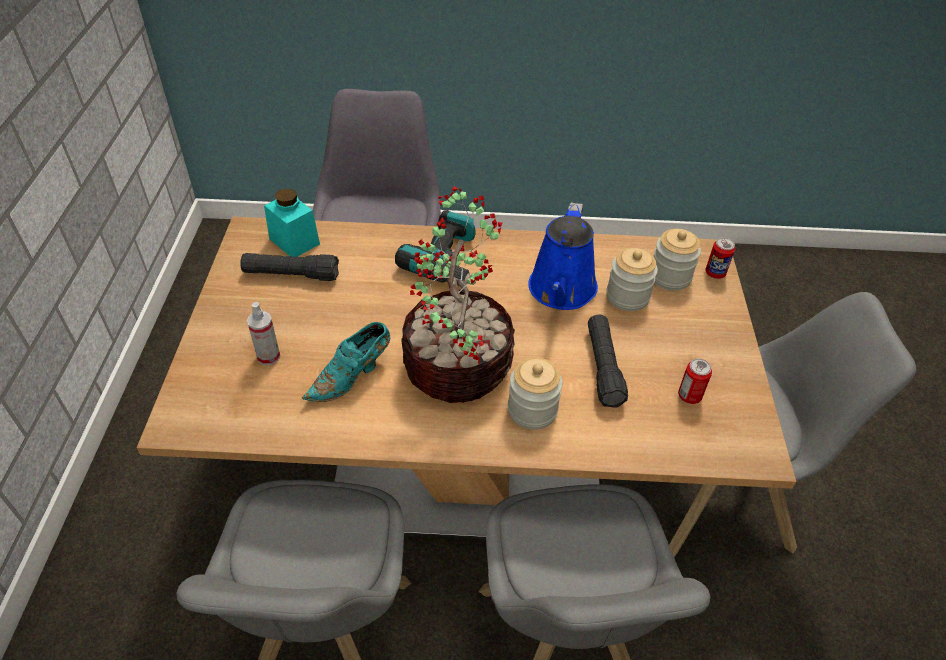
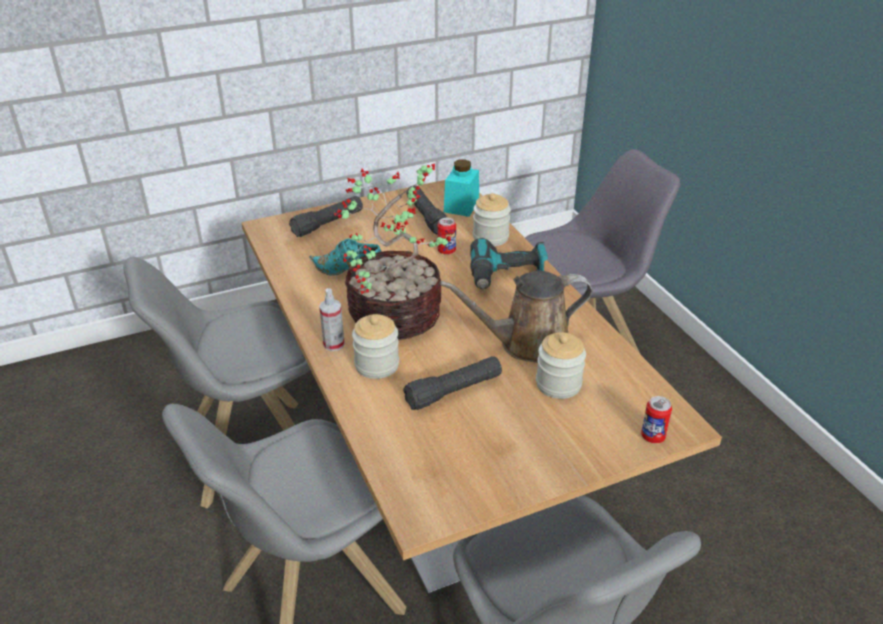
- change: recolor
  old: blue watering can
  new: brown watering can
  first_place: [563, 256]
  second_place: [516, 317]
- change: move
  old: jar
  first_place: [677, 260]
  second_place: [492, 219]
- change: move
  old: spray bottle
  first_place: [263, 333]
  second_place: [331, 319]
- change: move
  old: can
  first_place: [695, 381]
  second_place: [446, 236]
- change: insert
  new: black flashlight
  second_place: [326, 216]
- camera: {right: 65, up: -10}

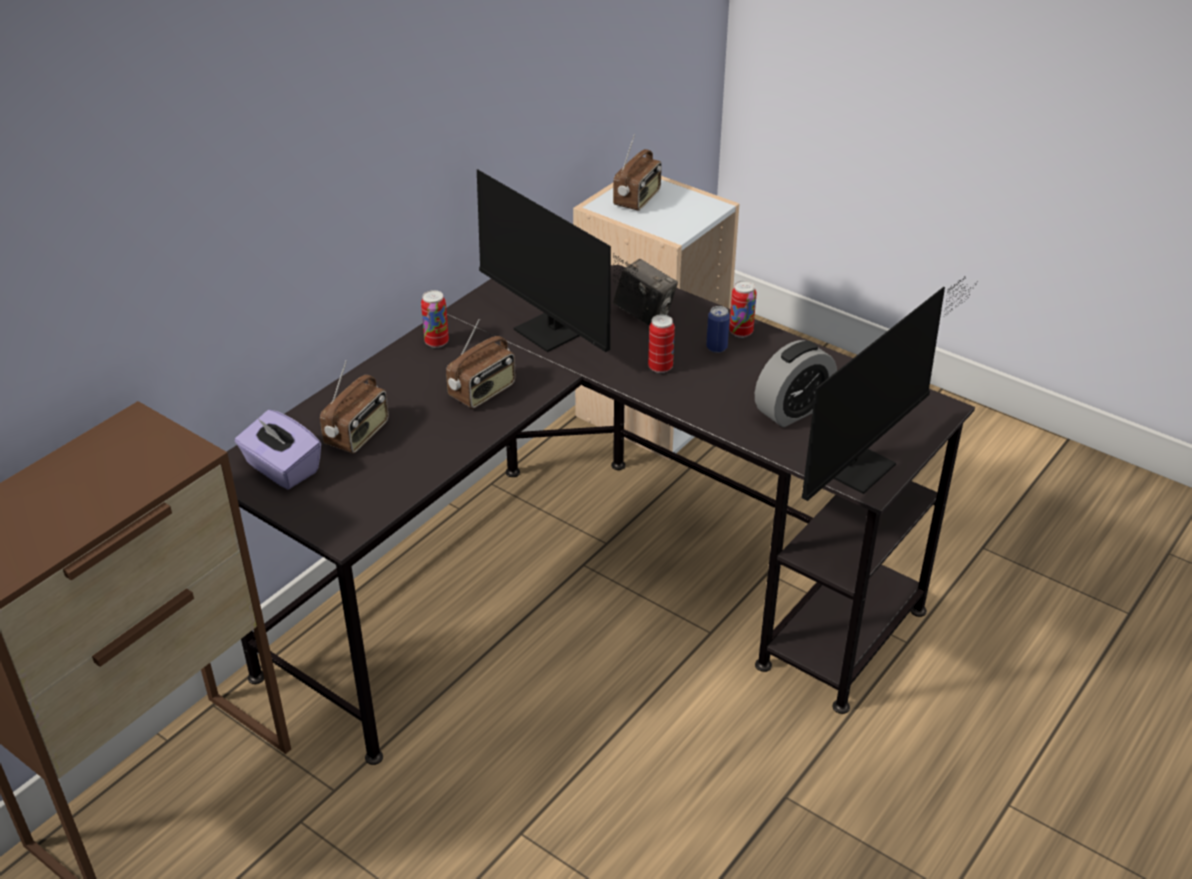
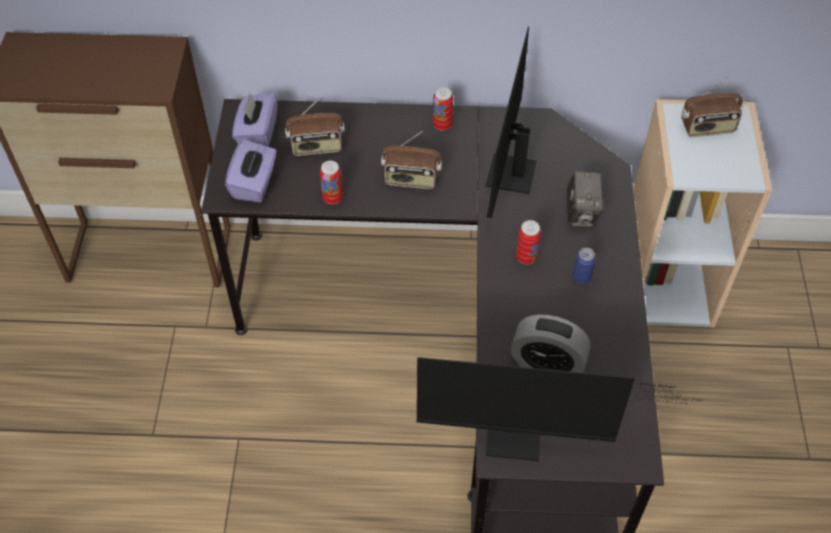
- change: move
  old: can
  first_place: [743, 309]
  second_place: [331, 182]
- change: insert
  new: purple tissue box
  second_place: [251, 171]
- camera: {right: 55, up: 15}

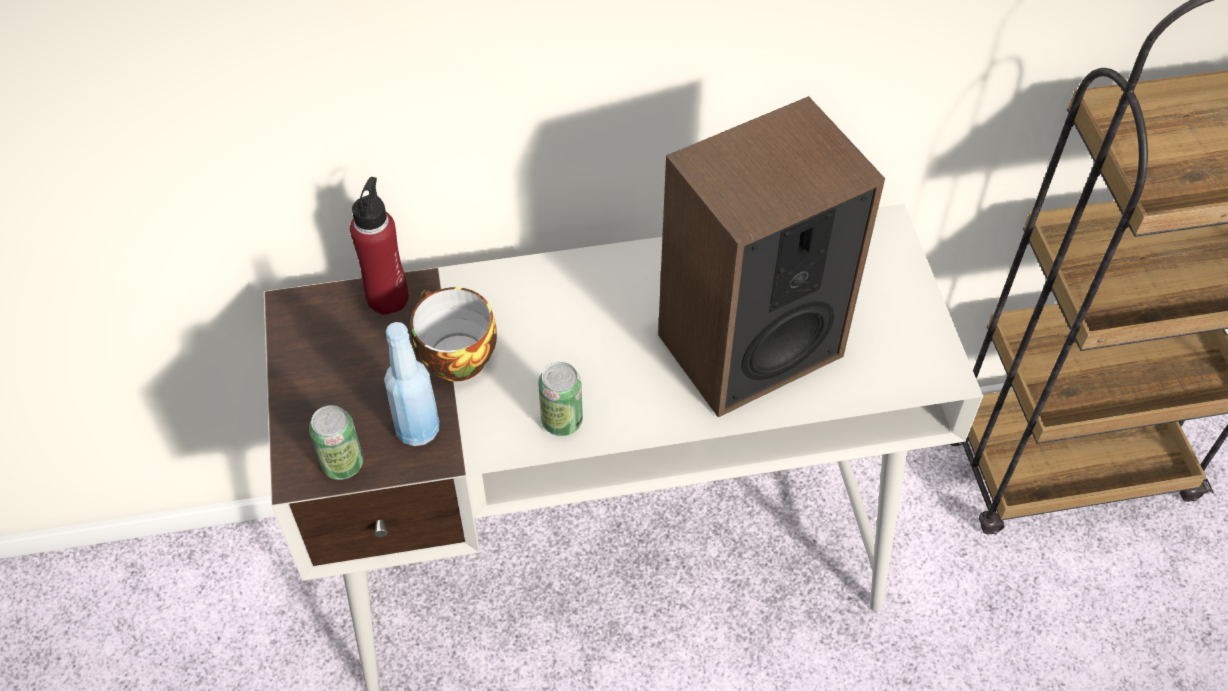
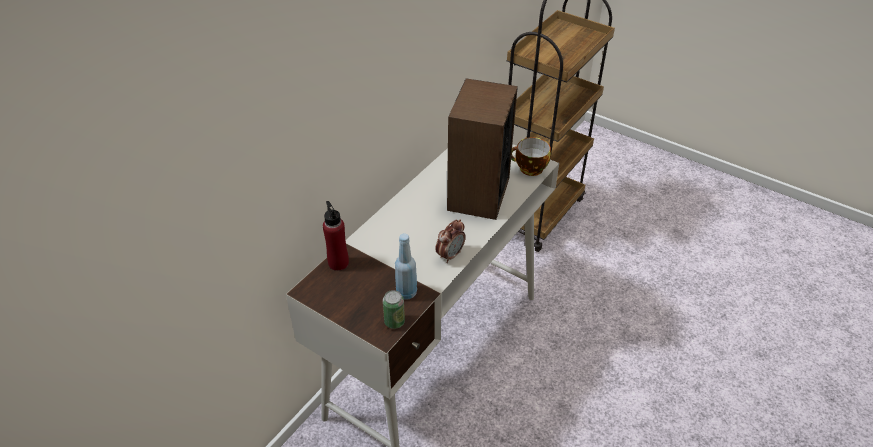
- change: move
  old: cup
  first_place: [453, 334]
  second_place: [531, 156]
- change: replace
  old: can
  new: alarm clock
  first_place: [560, 399]
  second_place: [450, 241]
- camera: {right: -45, up: -10}

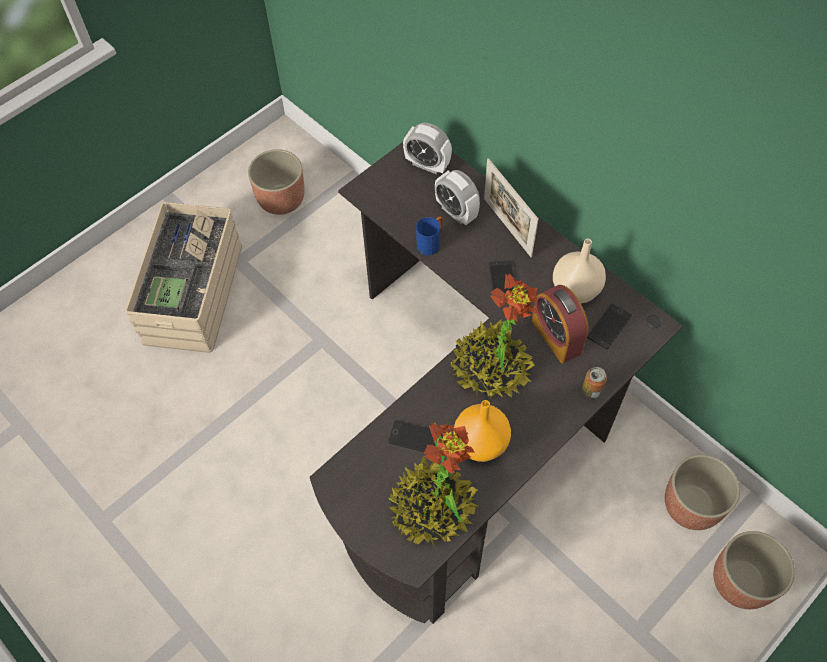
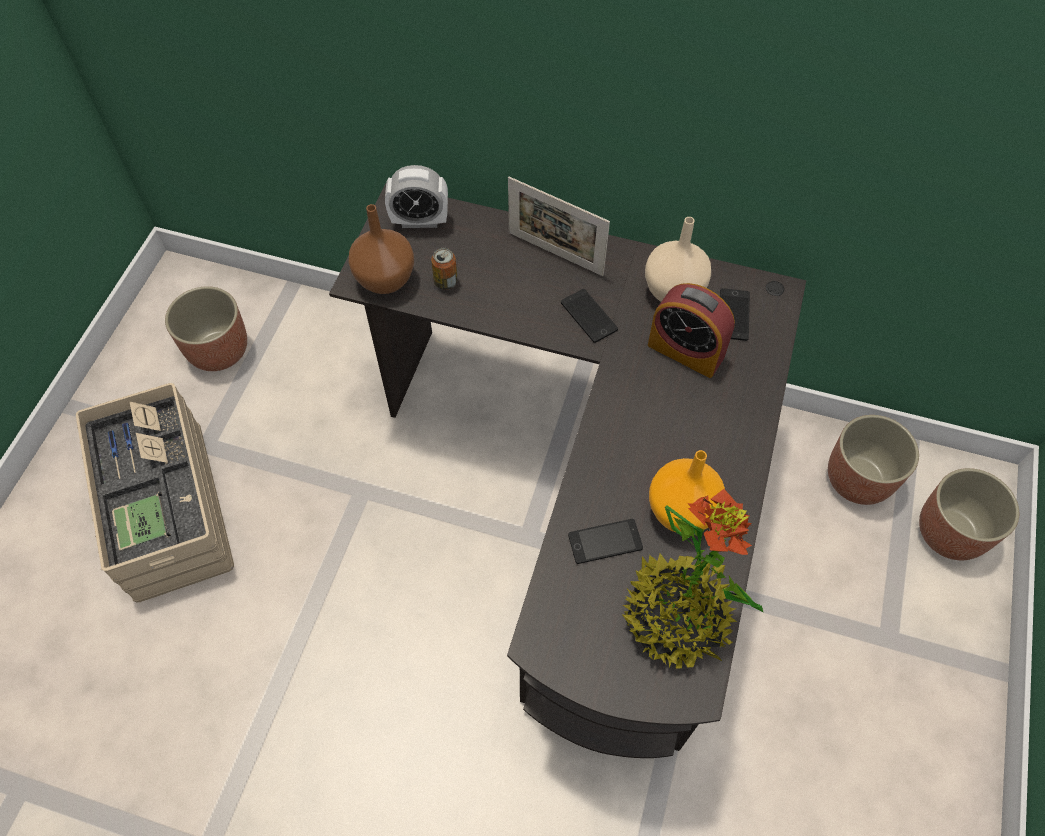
- change: delete
  old: alarm clock
  first_place: [457, 197]
- change: delete
  old: blue mug
  first_place: [429, 236]
- change: delete
  old: potted plant
  first_place: [494, 336]
- change: move
  old: can
  first_place: [594, 383]
  second_place: [444, 269]
- change: insert
  new: brown vase
  second_place: [381, 249]
- camera: {right: -30, up: 0}

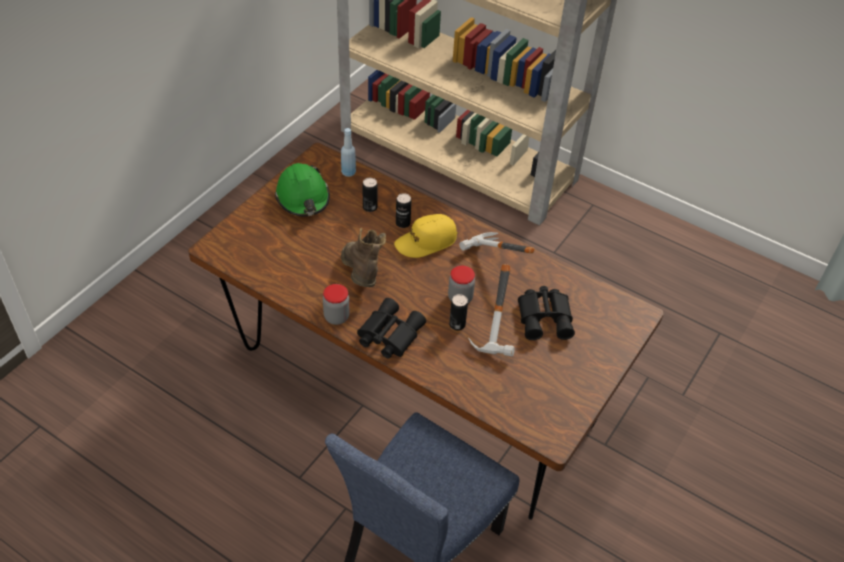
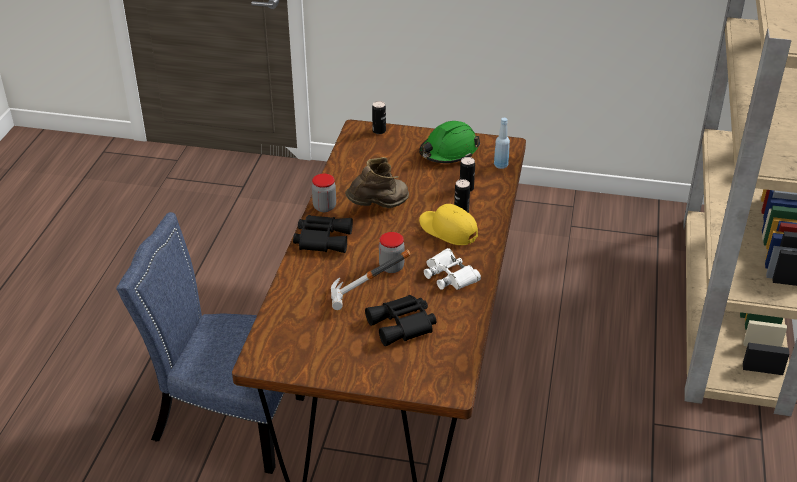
- change: replace
  old: hammer
  new: white binoculars
  first_place: [497, 242]
  second_place: [452, 269]
- change: move
  old: can
  first_place: [458, 312]
  second_place: [379, 117]
- camera: {right: 70, up: -10}

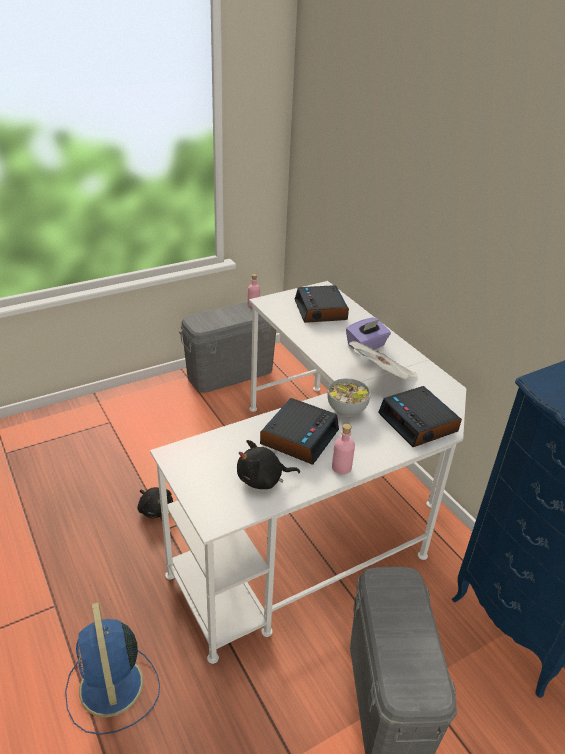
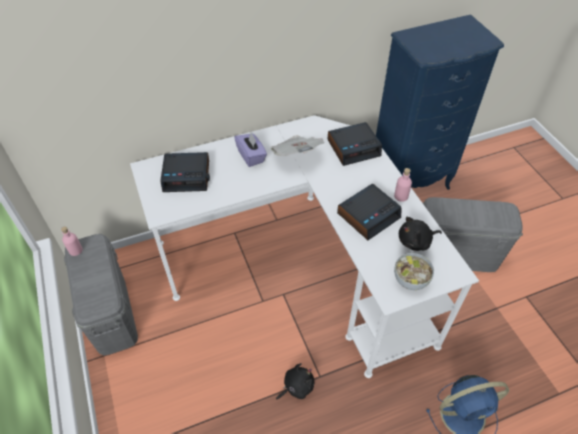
- change: move
  old: bowl
  first_place: [349, 397]
  second_place: [414, 271]
- change: rotate
  old: alarm clock
  first_place: [299, 431]
  second_place: [369, 211]
  degrees: 105
- change: rotate
  old: black plush toy
  first_place: [268, 464]
  second_place: [420, 234]
  degrees: 75
- camera: {right: -80, up: 15}

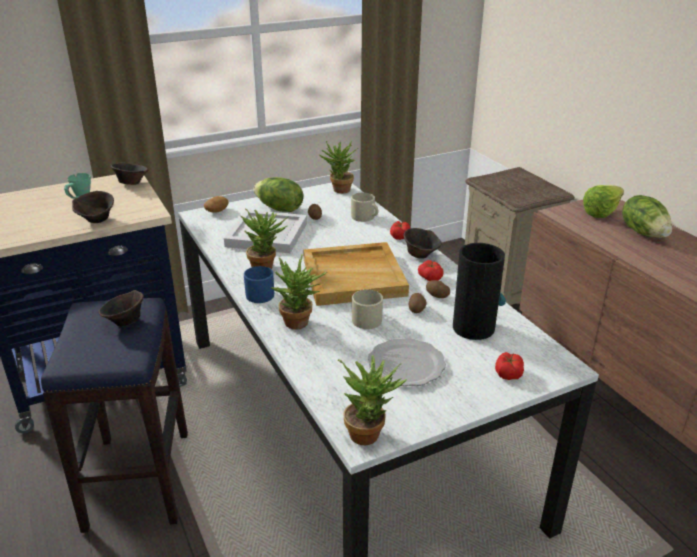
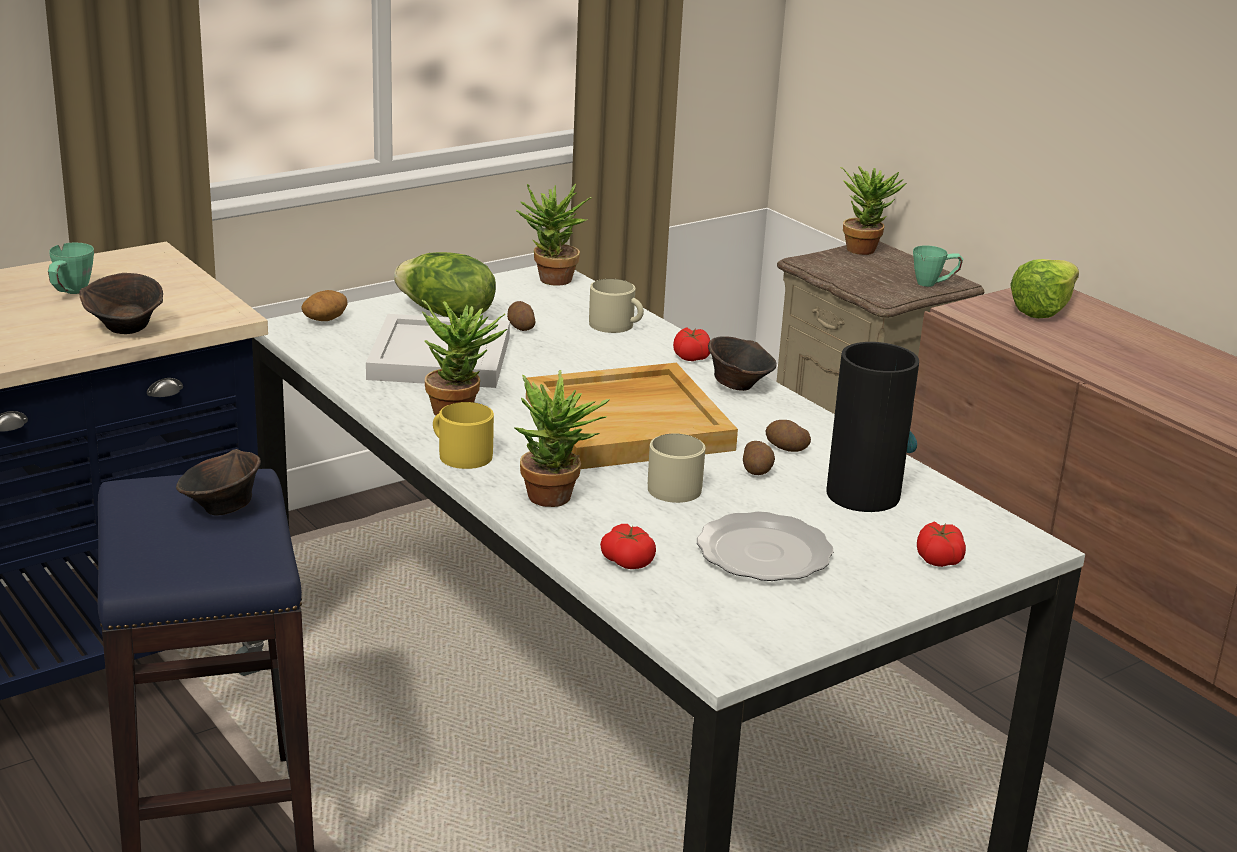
- change: delete
  old: brown bowl
  first_place: [129, 173]
- change: delete
  old: lettuce
  first_place: [647, 216]
- change: move
  old: tomato
  first_place: [431, 270]
  second_place: [628, 546]
- change: recolor
  old: blue mug
  new: yellow mug
  first_place: [259, 284]
  second_place: [463, 435]
- change: move
  old: potted plant
  first_place: [372, 400]
  second_place: [873, 210]
- change: insert
  new: green mug
  second_place: [938, 266]
- camera: {right: -10, up: -5}

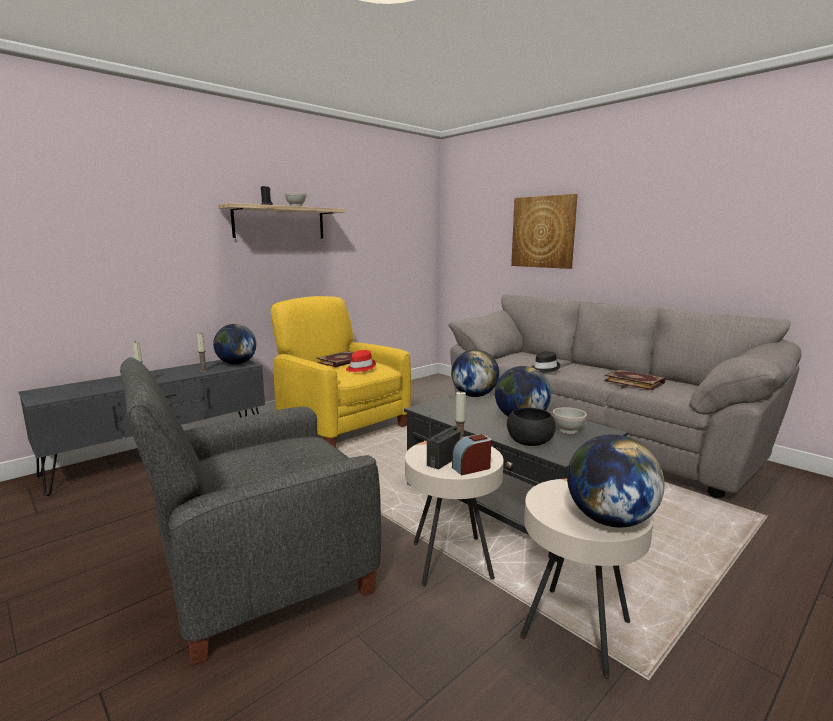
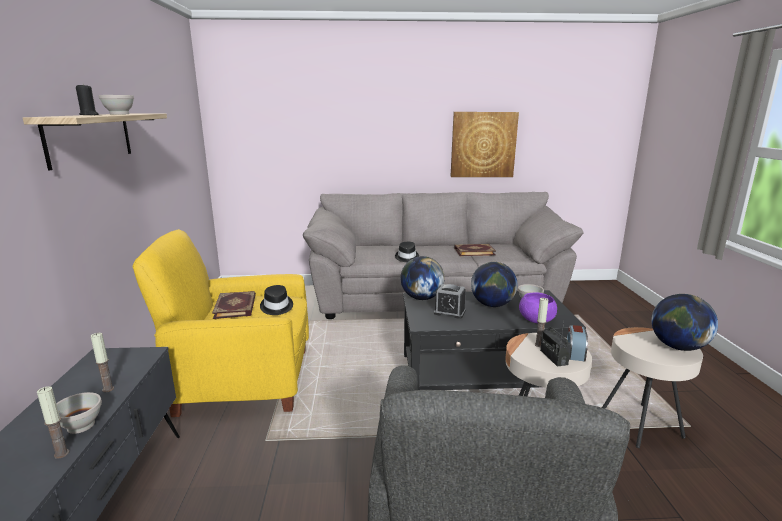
- change: move
  old: picture
  first_place: [544, 231]
  second_place: [484, 144]
- change: delete
  old: globe
  first_place: [235, 344]
- change: recolor
  old: red hat
  new: black hat
  first_place: [361, 361]
  second_place: [276, 300]
- change: recolor
  old: black bowl
  new: purple bowl
  first_place: [531, 426]
  second_place: [538, 307]
- change: insert
  new: alarm clock
  second_place: [450, 301]
- change: insert
  new: white bowl
  second_place: [79, 413]
- camera: {right: -50, up: 5}

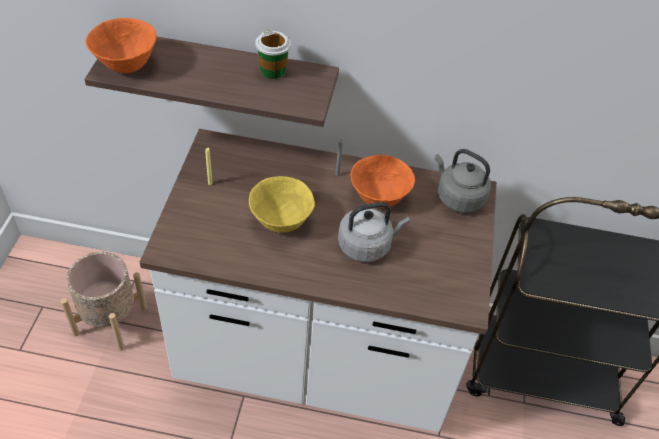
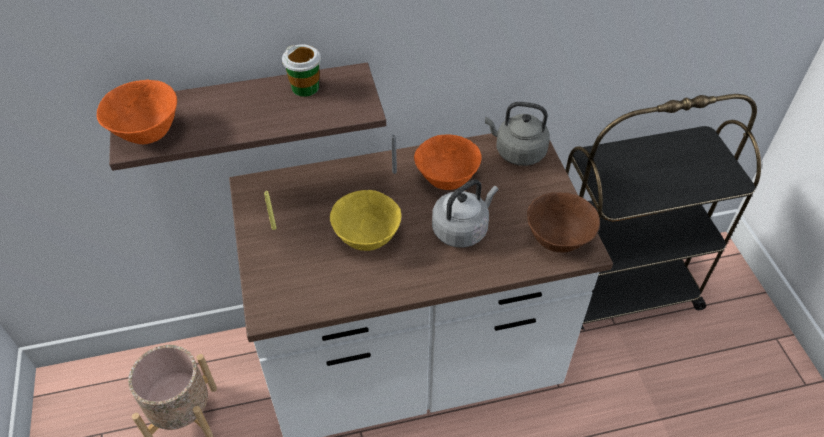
- change: insert
  new: brown bowl
  second_place: [563, 222]
- camera: {right: -20, up: 0}

